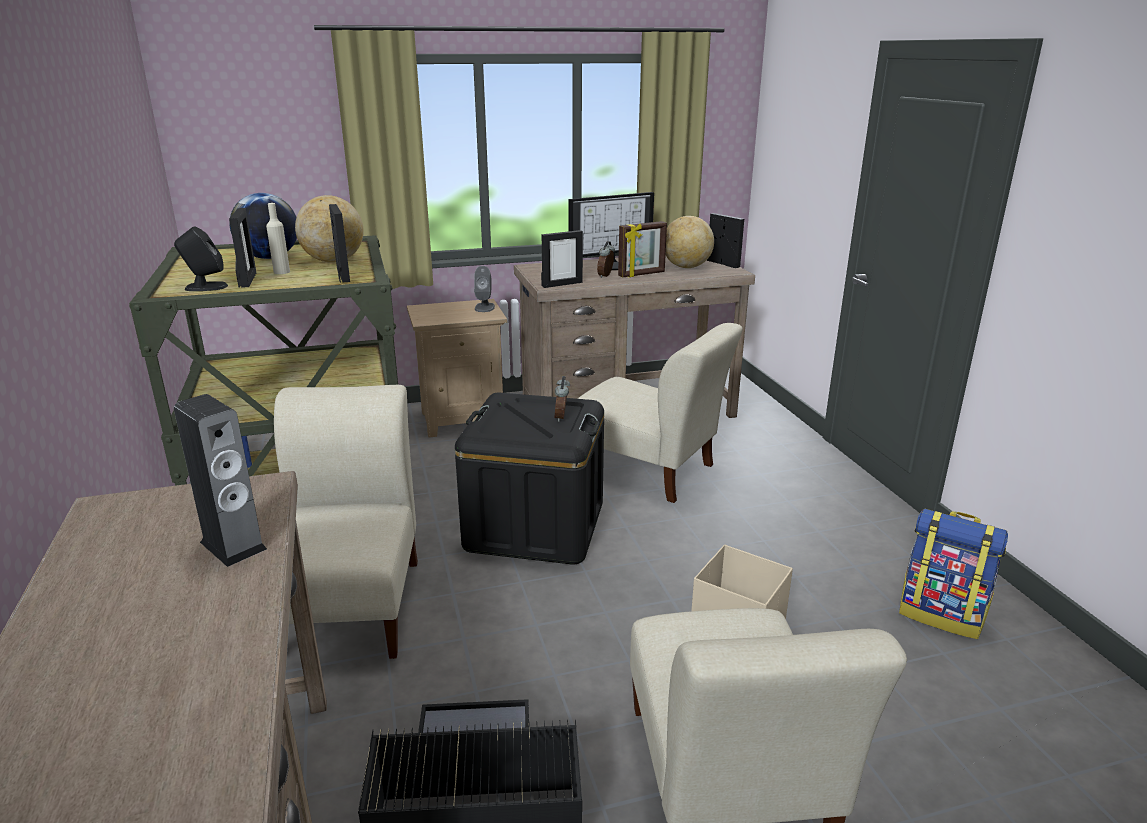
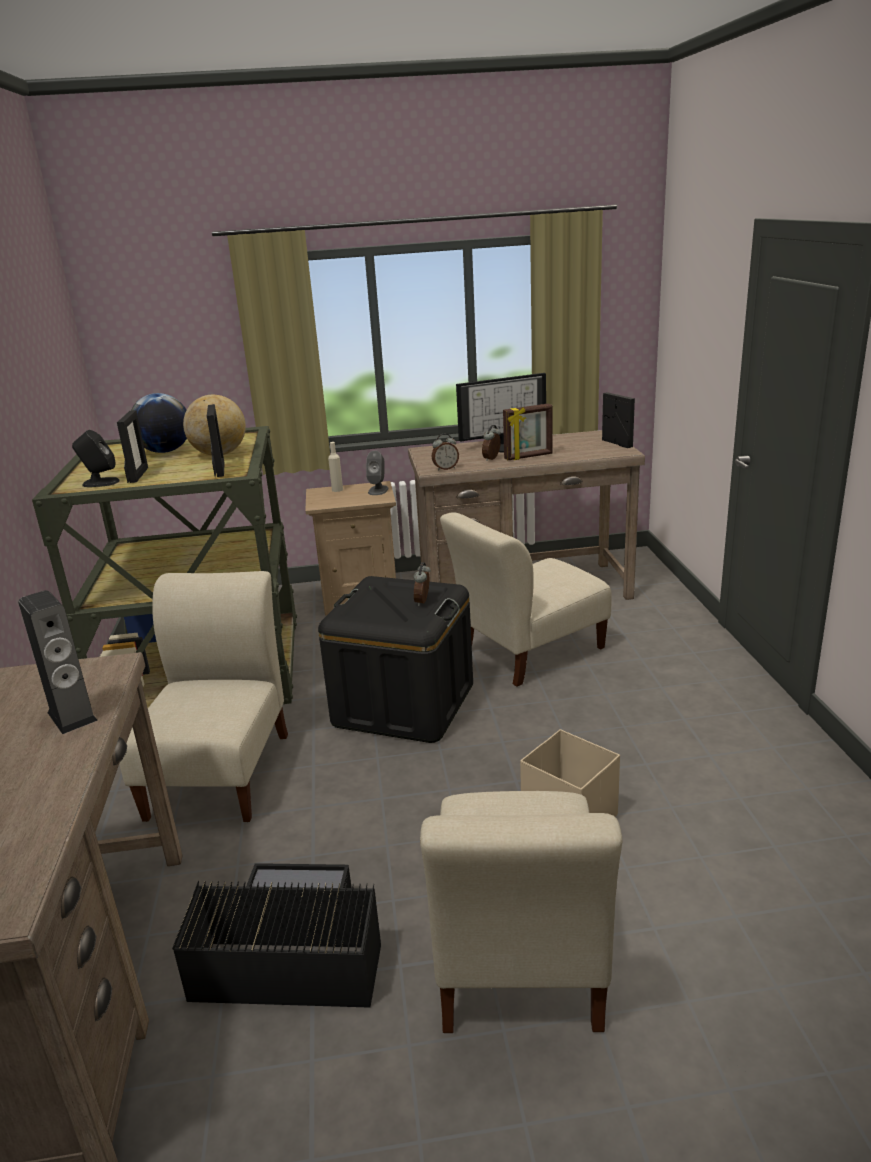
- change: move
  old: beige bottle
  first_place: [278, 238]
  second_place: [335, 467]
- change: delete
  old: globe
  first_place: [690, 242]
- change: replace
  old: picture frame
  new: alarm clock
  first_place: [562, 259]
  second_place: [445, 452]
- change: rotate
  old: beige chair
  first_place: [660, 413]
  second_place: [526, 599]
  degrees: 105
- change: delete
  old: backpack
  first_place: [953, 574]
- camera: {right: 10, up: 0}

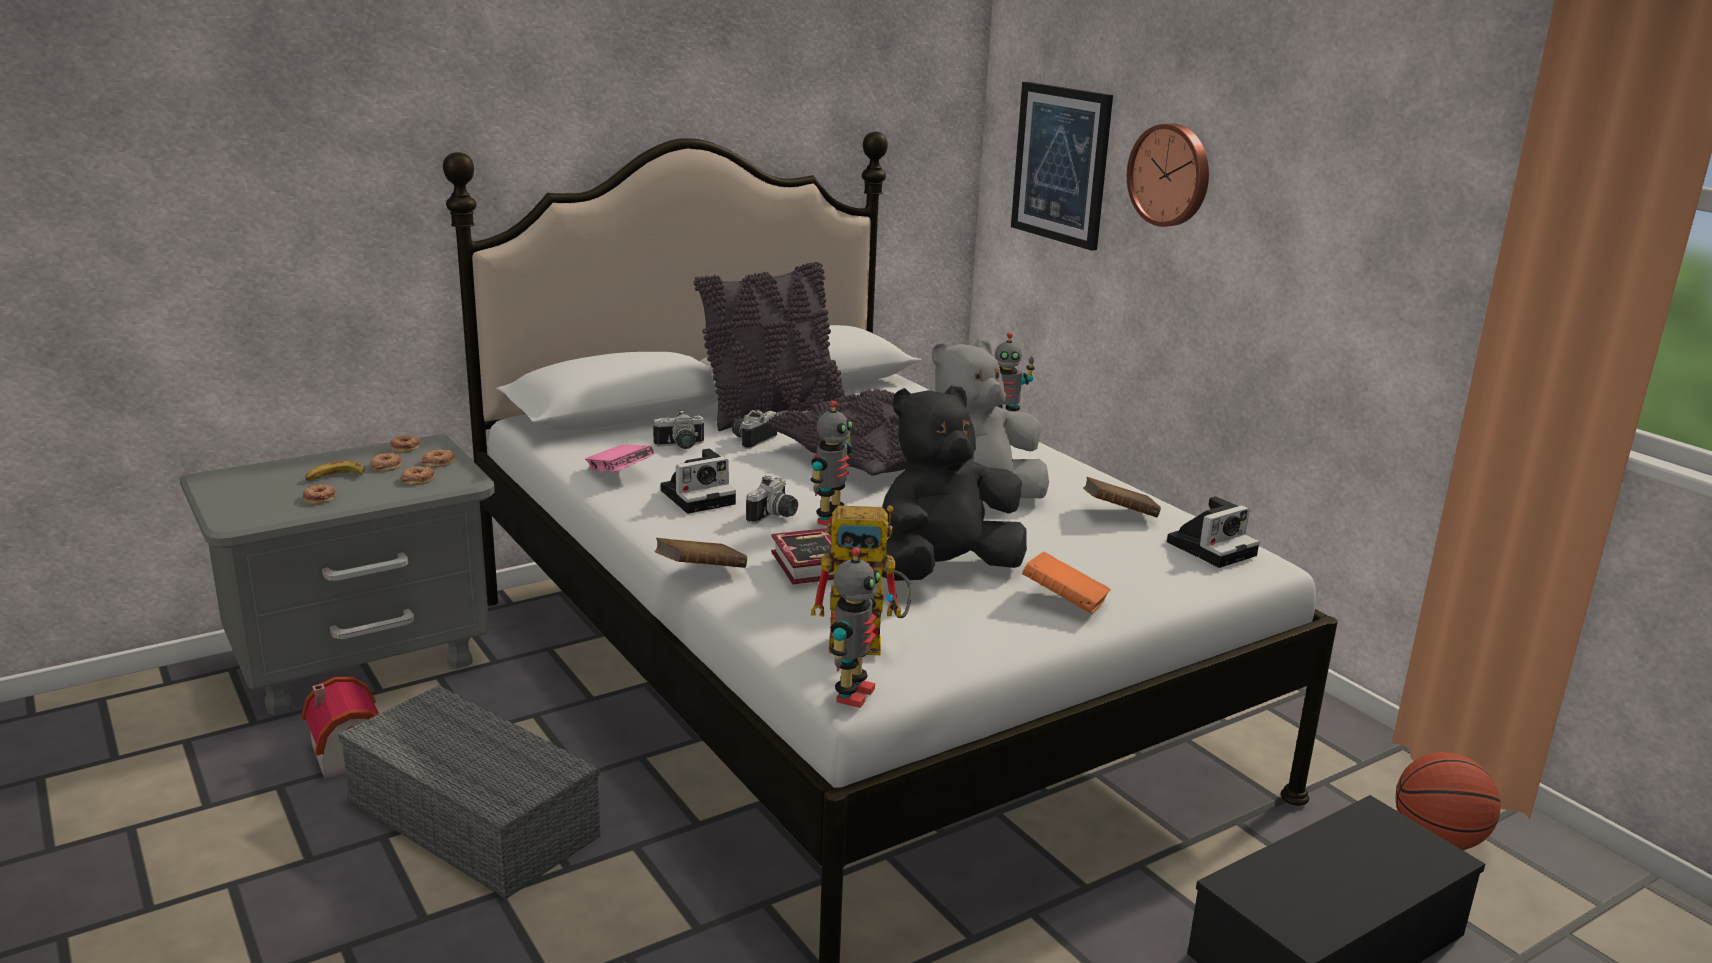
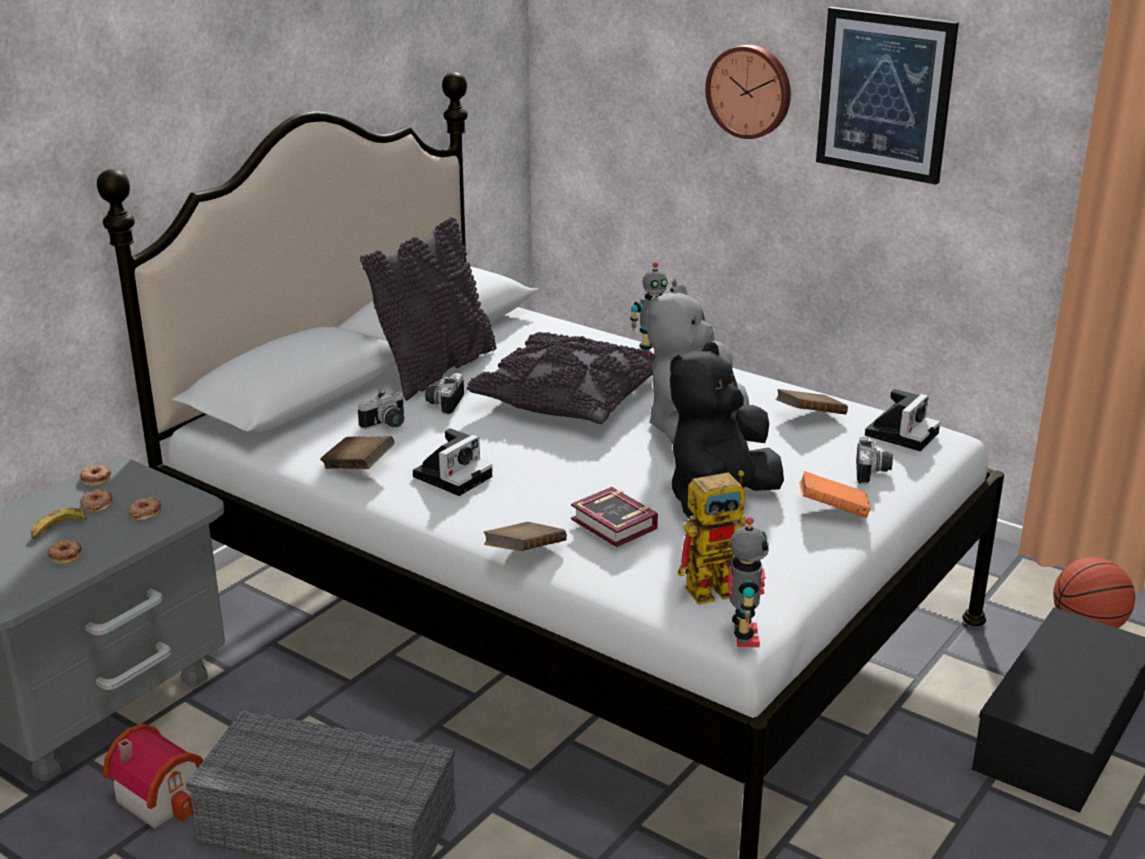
- change: move
  old: picture
  first_place: [1062, 166]
  second_place: [887, 96]
- change: delete
  old: toy robot
  first_place: [831, 463]
- change: recolor
  old: pink book
  new: brown book
  first_place: [619, 458]
  second_place: [357, 452]
- change: delete
  old: donut
  first_place: [438, 458]
- change: move
  old: photo camera
  first_place: [772, 500]
  second_place: [874, 460]
- camera: {right: -20, up: 5}

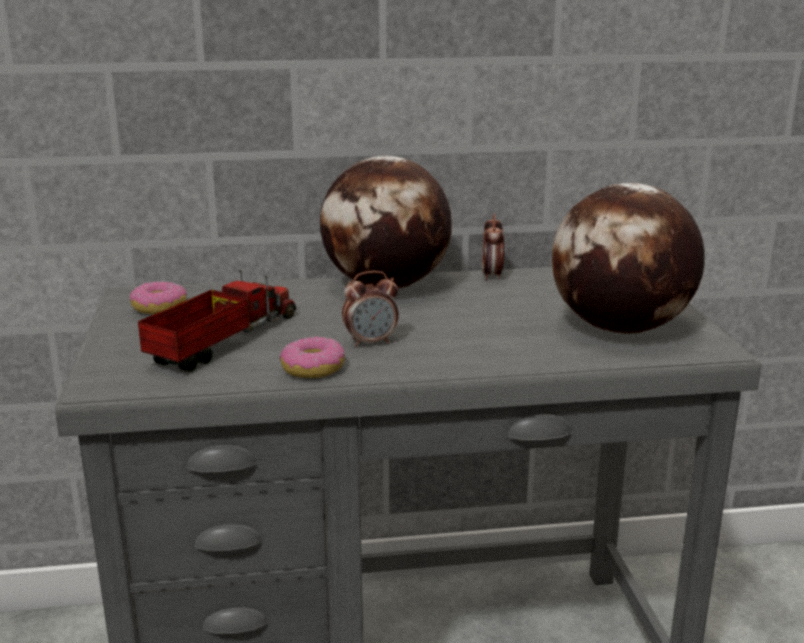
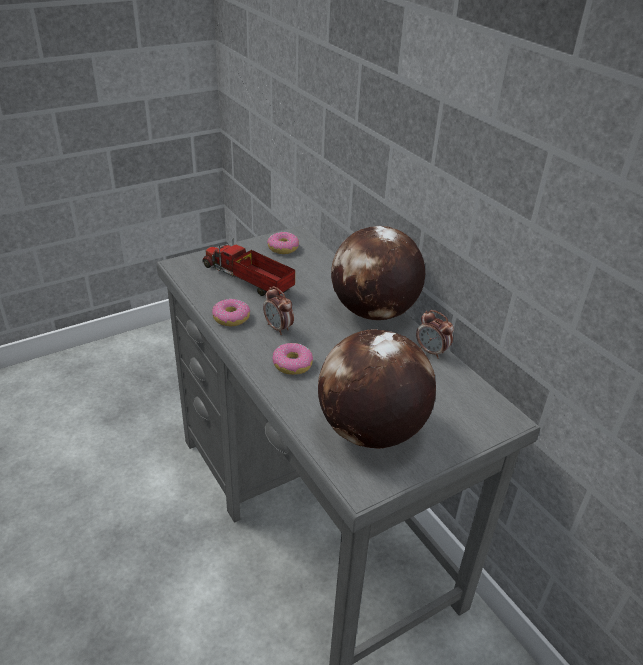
- change: rotate
  old: alarm clock
  first_place: [493, 247]
  second_place: [435, 334]
  degrees: -120
- change: rotate
  old: toy truck
  first_place: [217, 321]
  second_place: [248, 267]
  degrees: -150
- change: insert
  new: donut
  second_place: [292, 359]
- camera: {right: 65, up: 15}

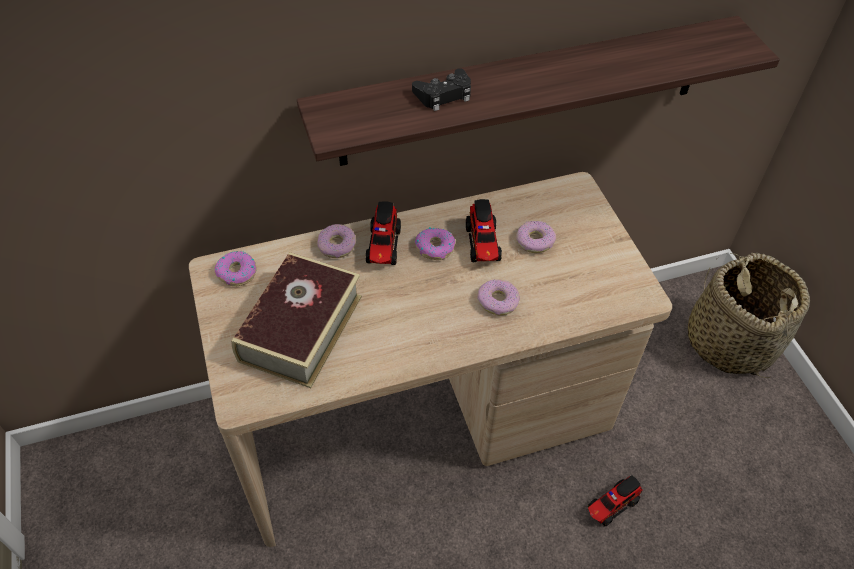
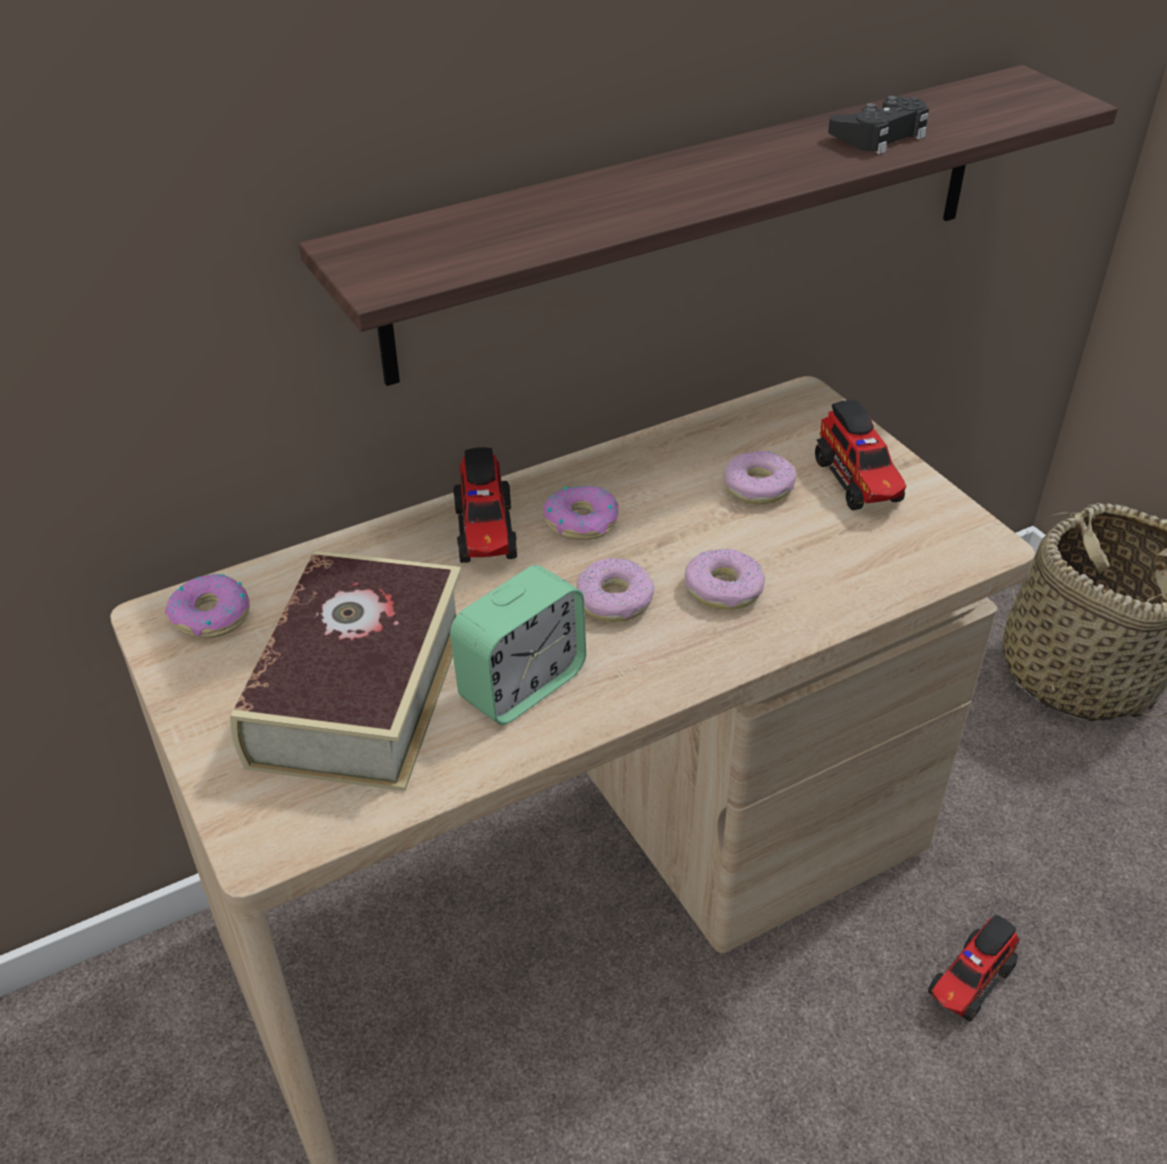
- change: move
  old: black game controller
  first_place: [441, 89]
  second_place: [878, 125]
- change: move
  old: toy truck
  first_place: [484, 230]
  second_place: [860, 455]
- change: move
  old: donut
  first_place: [337, 241]
  second_place: [615, 590]
- change: insert
  new: alarm clock
  second_place: [518, 645]
- camera: {right: -10, up: -10}

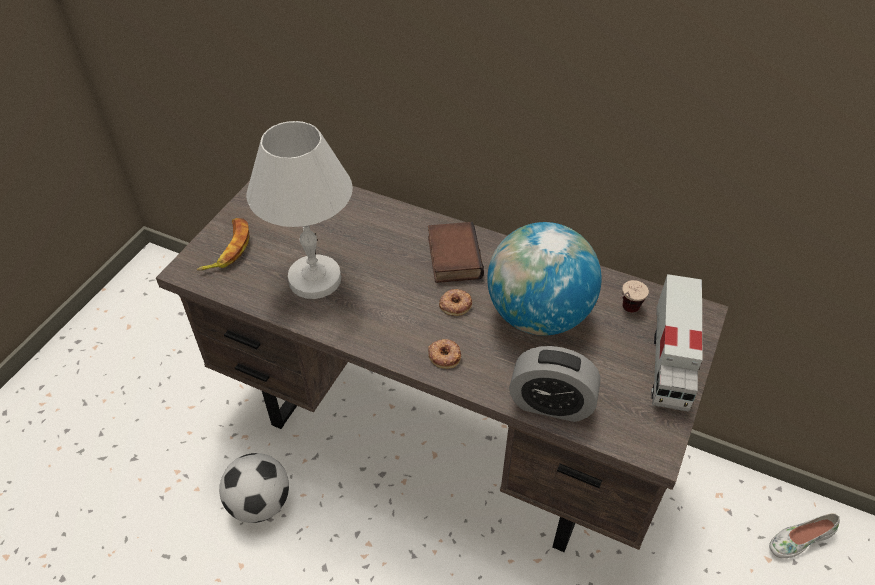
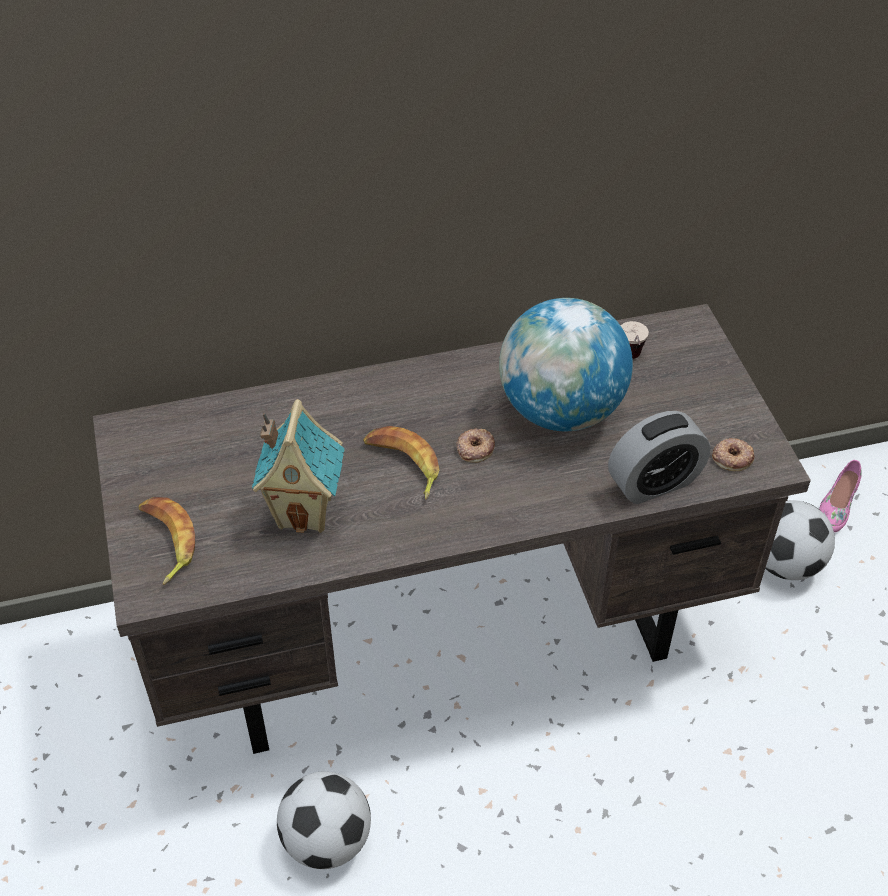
- change: replace
  old: white table lamp
  new: toy house
  first_place: [299, 210]
  second_place: [298, 466]
- change: delete
  old: book
  first_place: [456, 252]
- change: delete
  old: toy truck
  first_place: [676, 343]
- change: move
  old: donut
  first_place: [444, 354]
  second_place: [733, 454]
- change: recolor
  old: white shoe
  new: pink shoe
  first_place: [804, 535]
  second_place: [840, 496]
- change: insert
  new: banana
  second_place: [401, 463]
- change: insert
  new: football
  second_place: [800, 540]
- camera: {right: -40, up: 0}

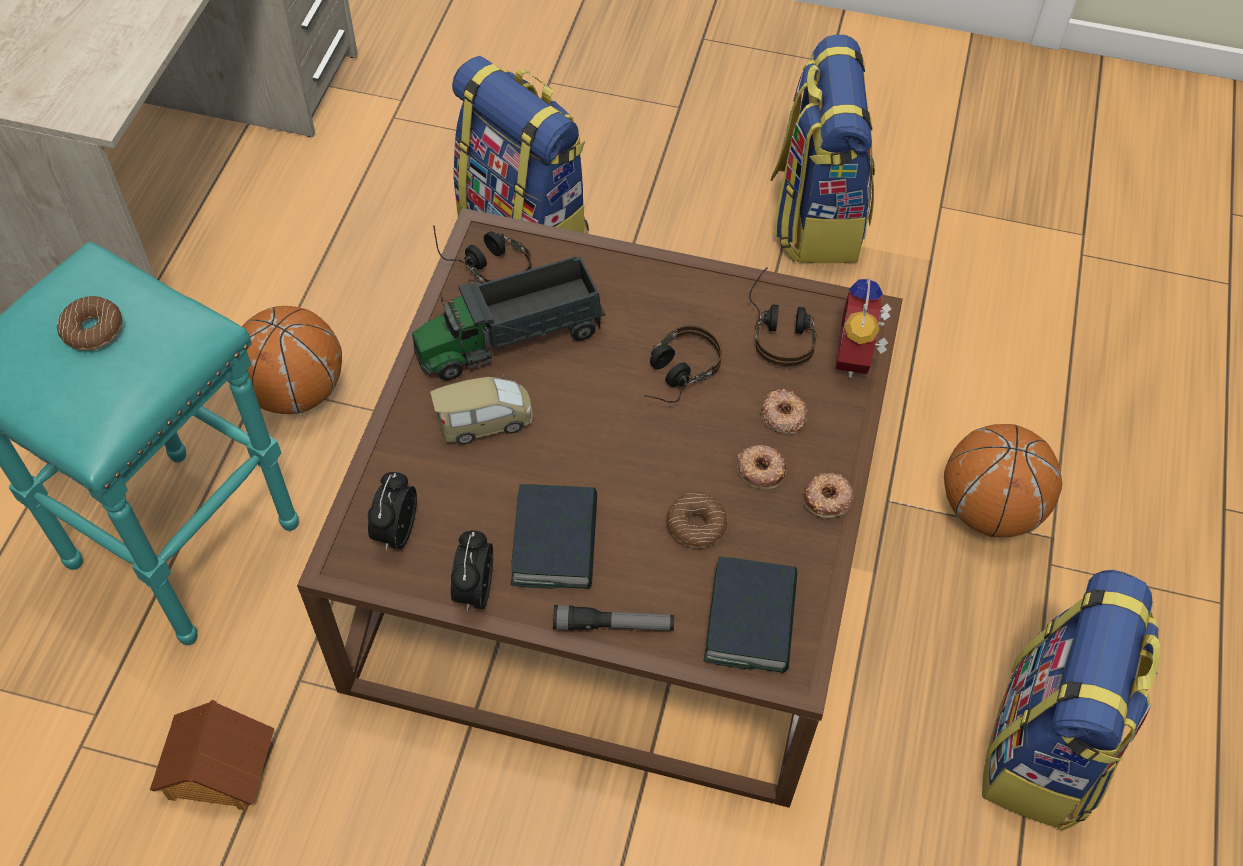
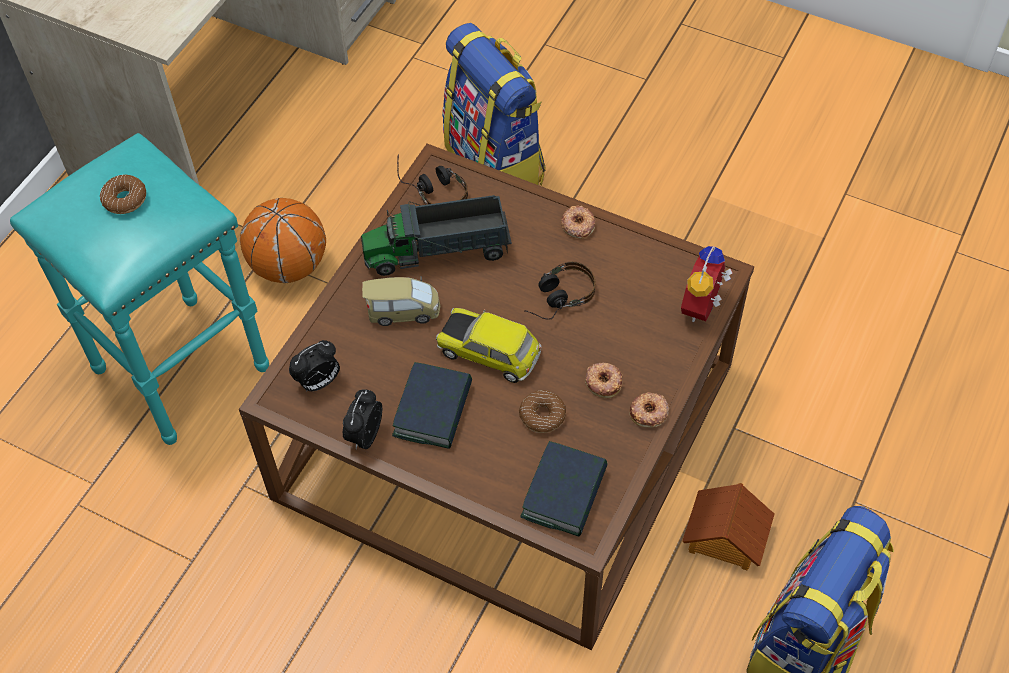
- change: delete
  old: backpack
  first_place: [822, 149]
- change: delete
  old: headphones
  first_place: [783, 317]
- change: move
  old: donut
  first_place: [784, 411]
  second_place: [578, 222]
- change: delete
  old: basketball
  first_place: [1003, 481]
- change: rotate
  old: alarm clock
  first_place: [392, 511]
  second_place: [314, 366]
  degrees: -150
- change: delete
  old: flashlight
  first_place: [613, 618]
- change: move
  old: toy house
  first_place: [212, 755]
  second_place: [728, 527]
- change: insert
  new: toy car
  second_place: [488, 345]
- camera: {right: 15, up: 0}

